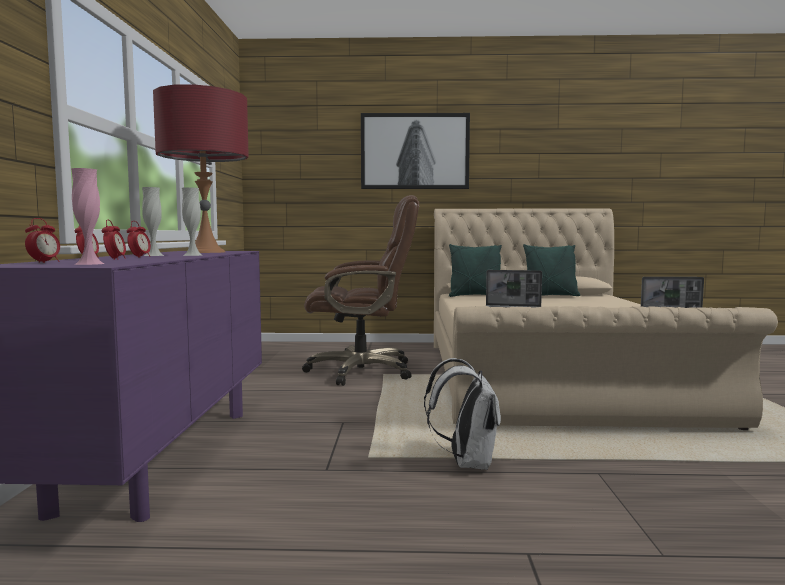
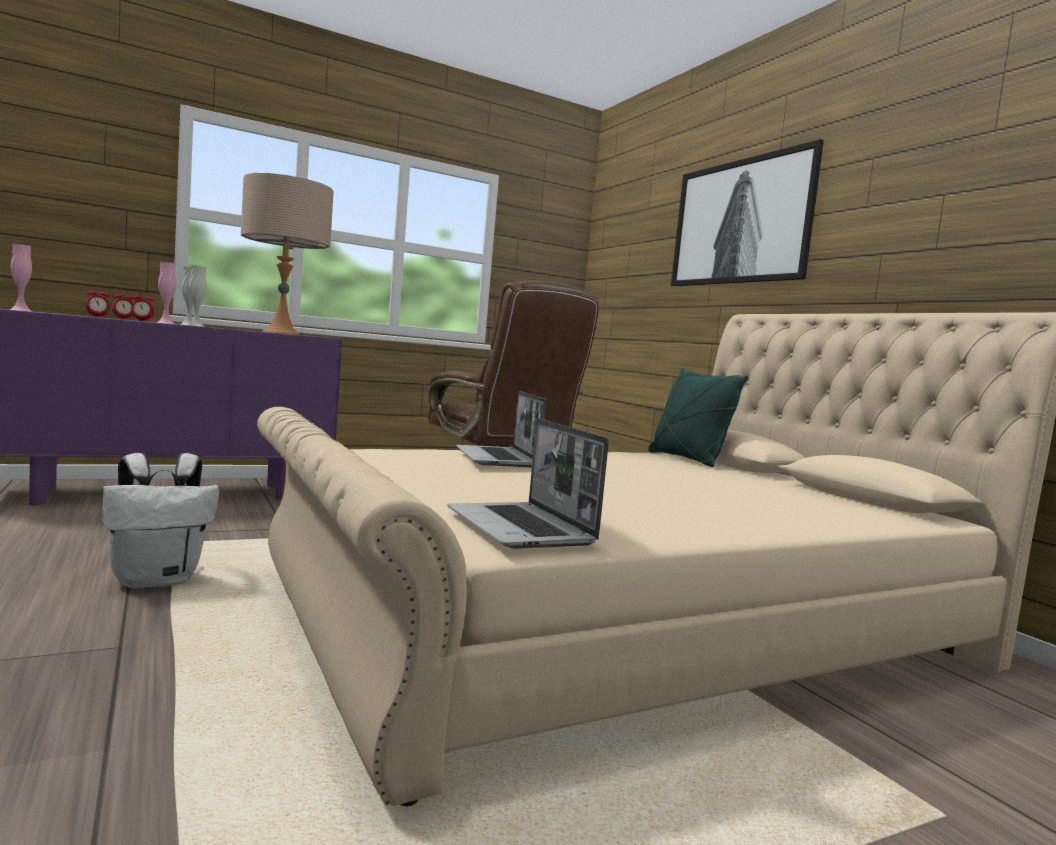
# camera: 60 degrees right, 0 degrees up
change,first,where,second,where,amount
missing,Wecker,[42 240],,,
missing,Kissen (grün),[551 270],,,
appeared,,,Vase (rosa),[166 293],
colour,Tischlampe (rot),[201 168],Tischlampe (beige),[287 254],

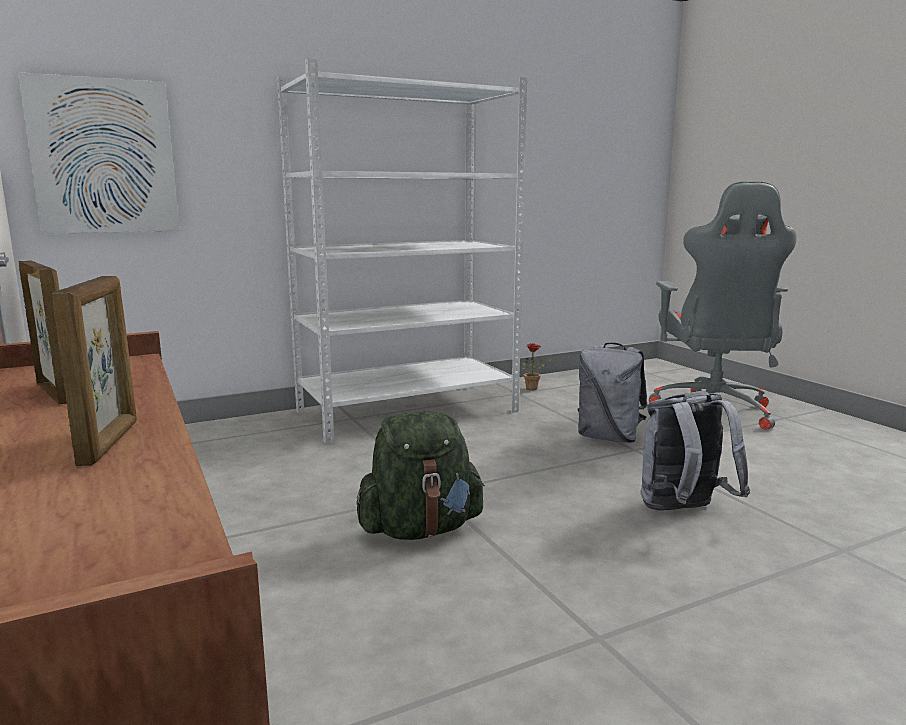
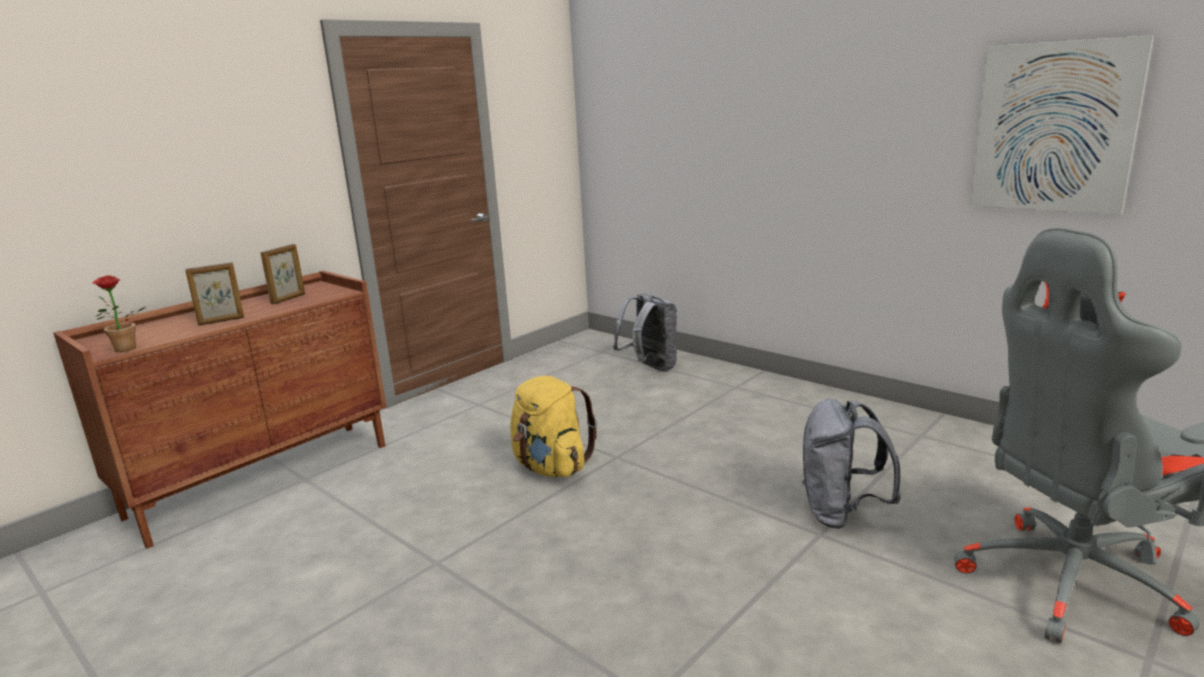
# camera: 70 degrees right, 5 degrees up
change,first,where,second,where,amount
missing,Bücherregal (weiß),[402 251],,,
relocated,Bild,[99 153],,[1062 125],
relocated,Topfpflanze,[537 367],,[119 313],
relocated,Rucksack (grau),[695 451],,[645 332],
colour,Rucksack (grün),[420 475],Rucksack (gelb),[553 426],

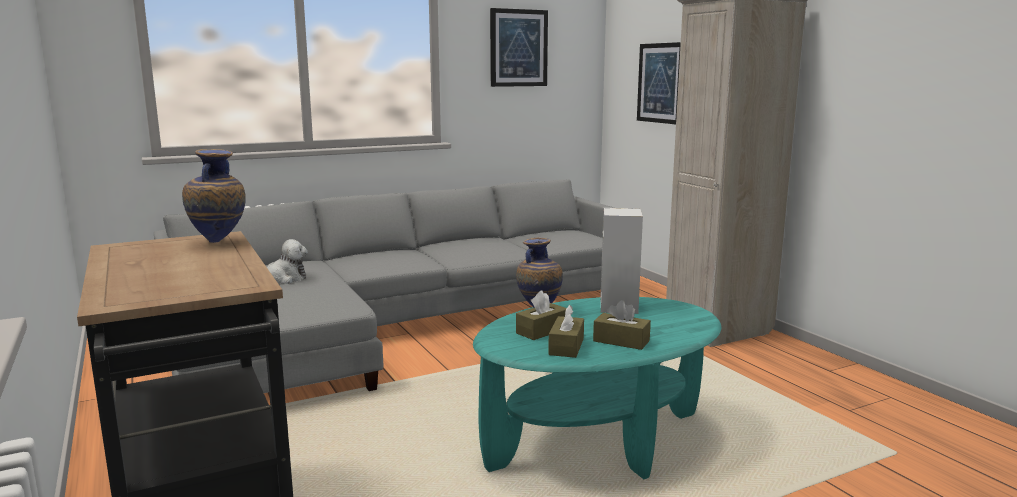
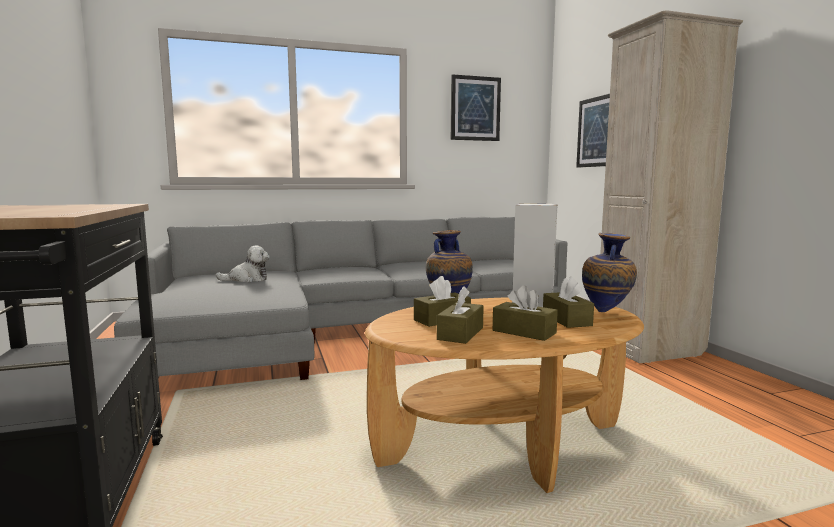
# camera: 10 degrees right, 5 degrees down
change,first,where,second,where,amount
appeared,,,Taschentuchbox (braun),[568 302],
relocated,Vase,[214 196],,[609 272],
colour,Couchtisch (türkis),[597 388],Couchtisch (braun),[504 395],

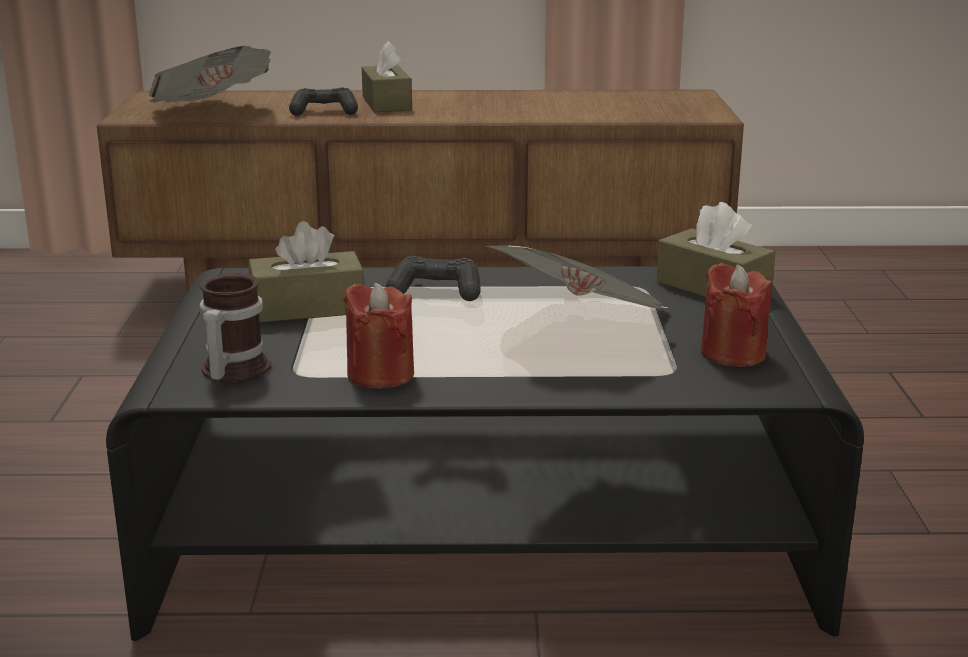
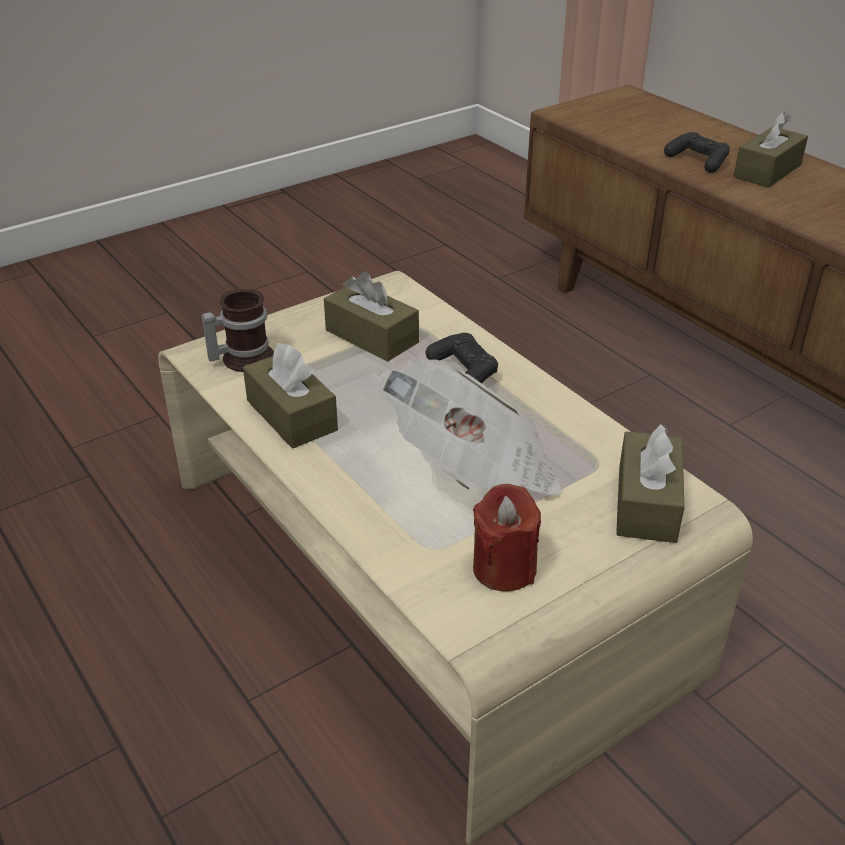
# camera: 55 degrees right, 15 degrees up
change,first,where,second,where,amount
missing,Zeitung,[210 74],,,
exchanged,Kerze (rot),[378 336],Taschentuchbox (braun),[290 395],
colour,Couchtisch (schwarz),[485 453],Couchtisch (beige),[455 558],

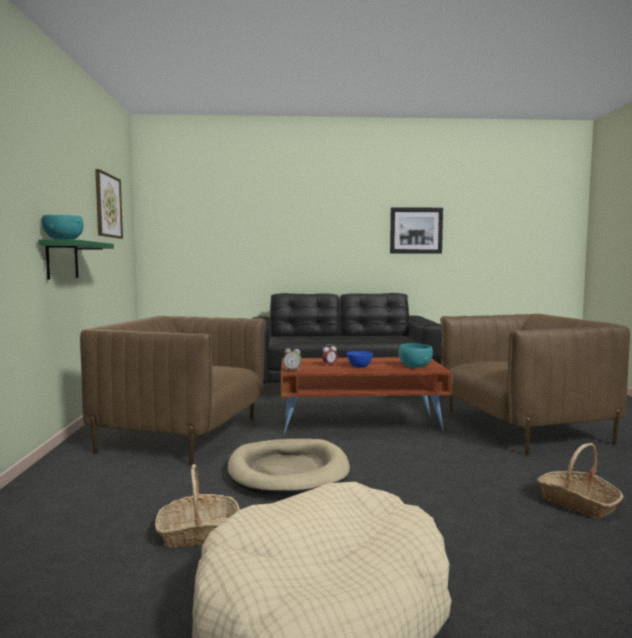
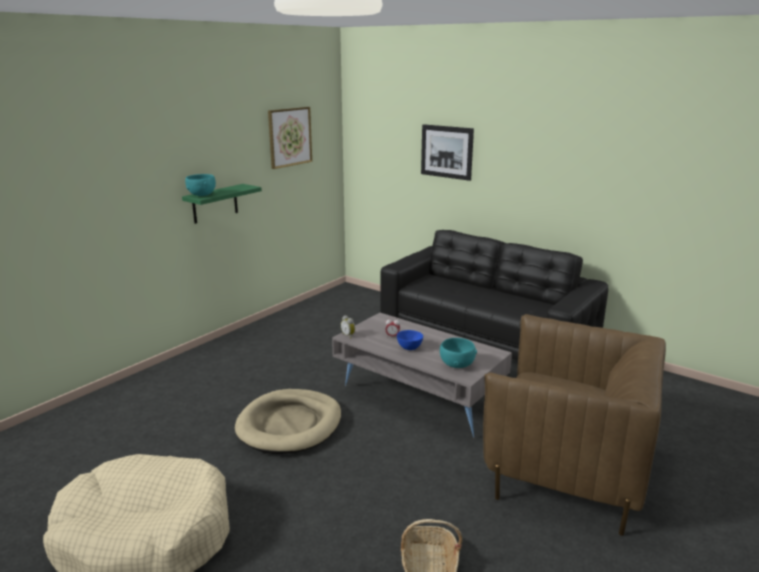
# camera: 40 degrees right, 15 degrees up
change,first,where,second,where,amount
missing,Sessel (braun),[172 390],,,
missing,Korb,[197 506],,,
relocated,Bild,[416 230],,[447 152],
colour,Couchtisch (braun),[367 395],Couchtisch (grau),[422 375],

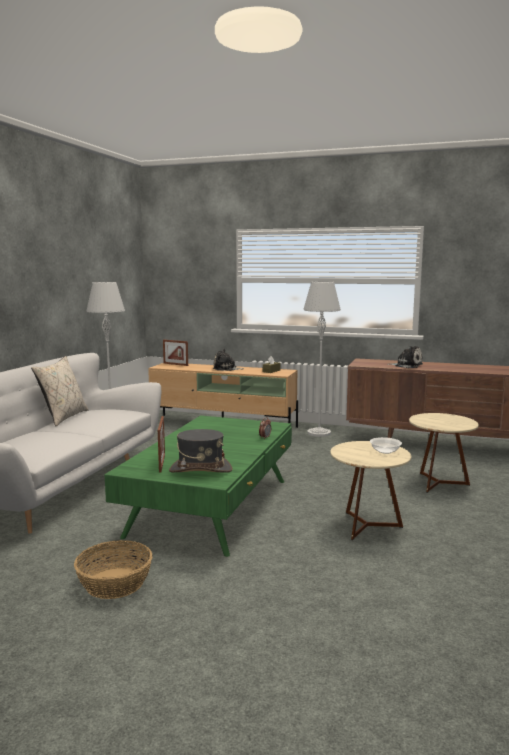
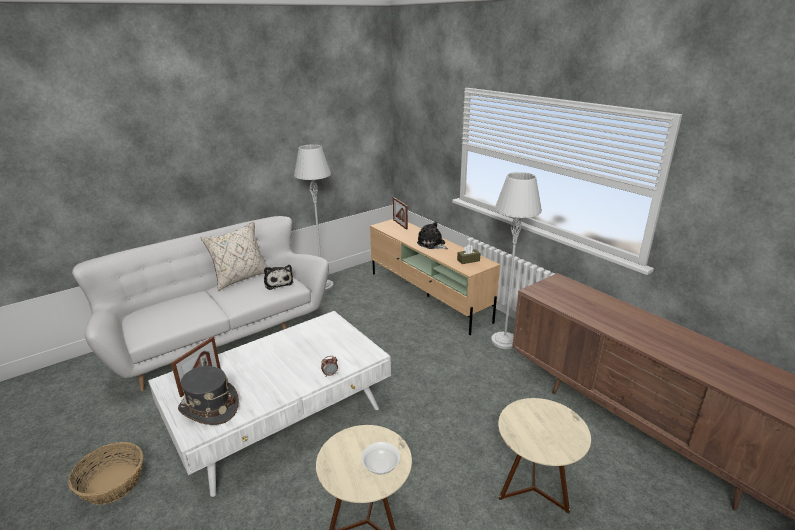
# camera: 35 degrees right, 15 degrees up
change,first,where,second,where,amount
relocated,Plüschtier,[405 357],,[279 277],
colour,Couchtisch (grün),[198 486],Couchtisch (weiß),[269 404],

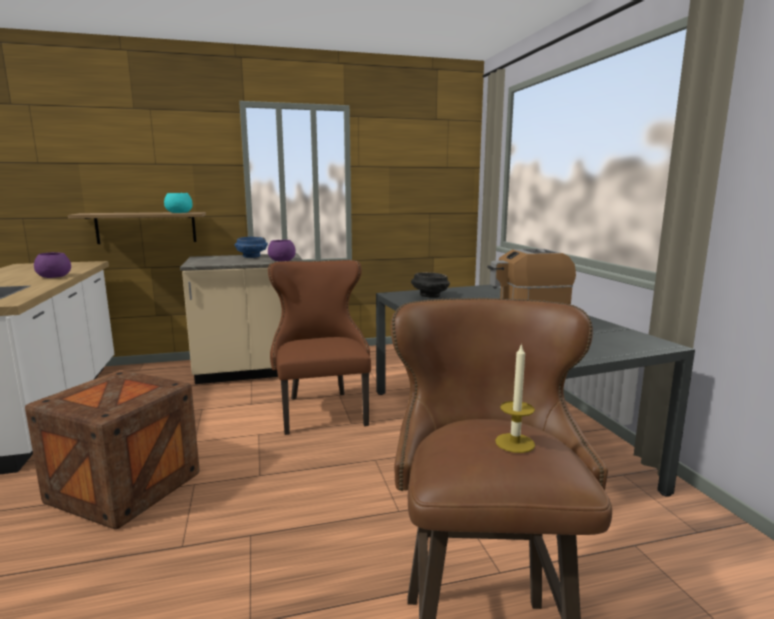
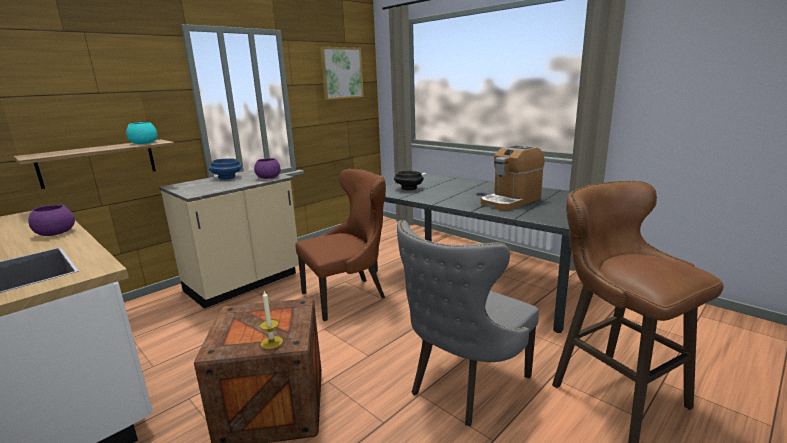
# camera: 30 degrees left, 5 degrees up
change,first,where,second,where,amount
appeared,,,Bild,[342 73],
appeared,,,Stuhl (grau),[468 323],
relocated,Kerze,[515 398],,[271 320],
spun,Stuhl (braun),[319 347],,[341 245],105 degrees clockwise

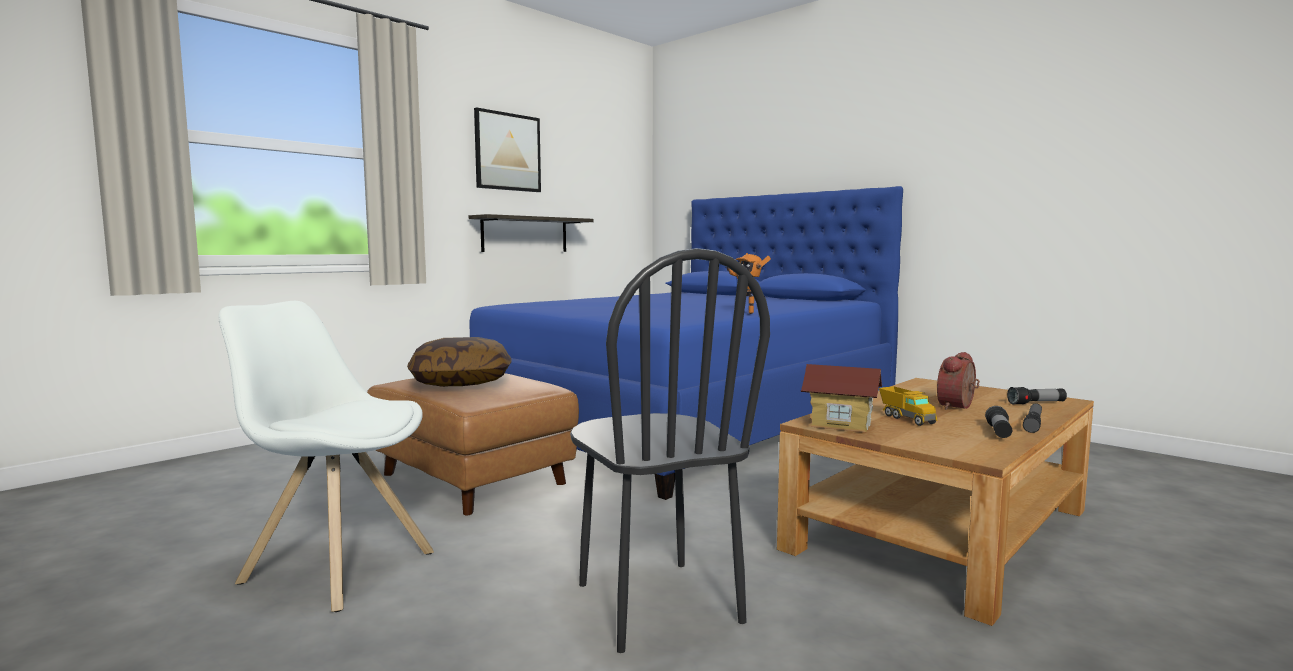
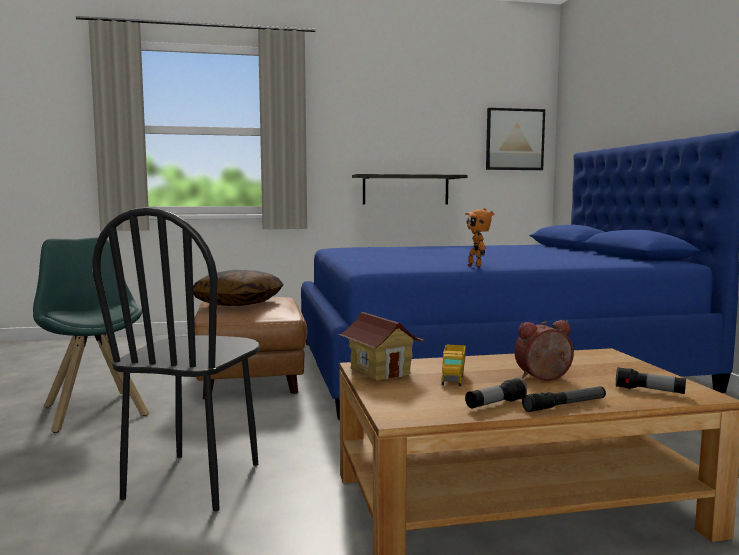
# camera: 35 degrees right, 0 degrees up
change,first,where,second,where,amount
relocated,Bild,[507 149],,[515 139],
colour,Stuhl (weiß),[326 456],Stuhl (türkis),[91 335],

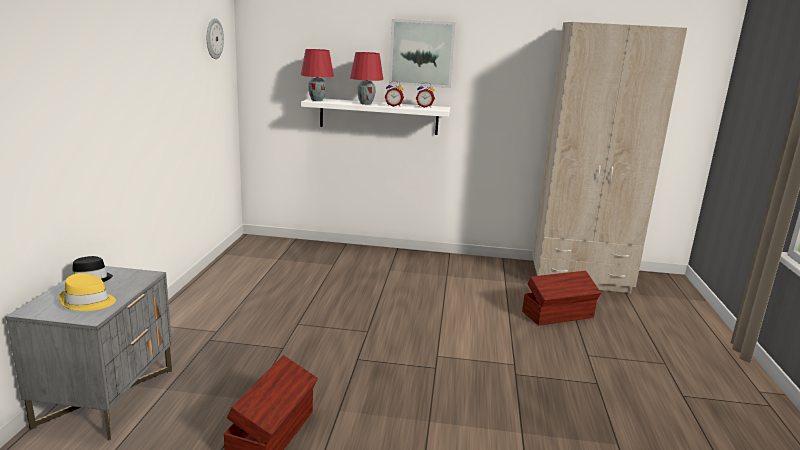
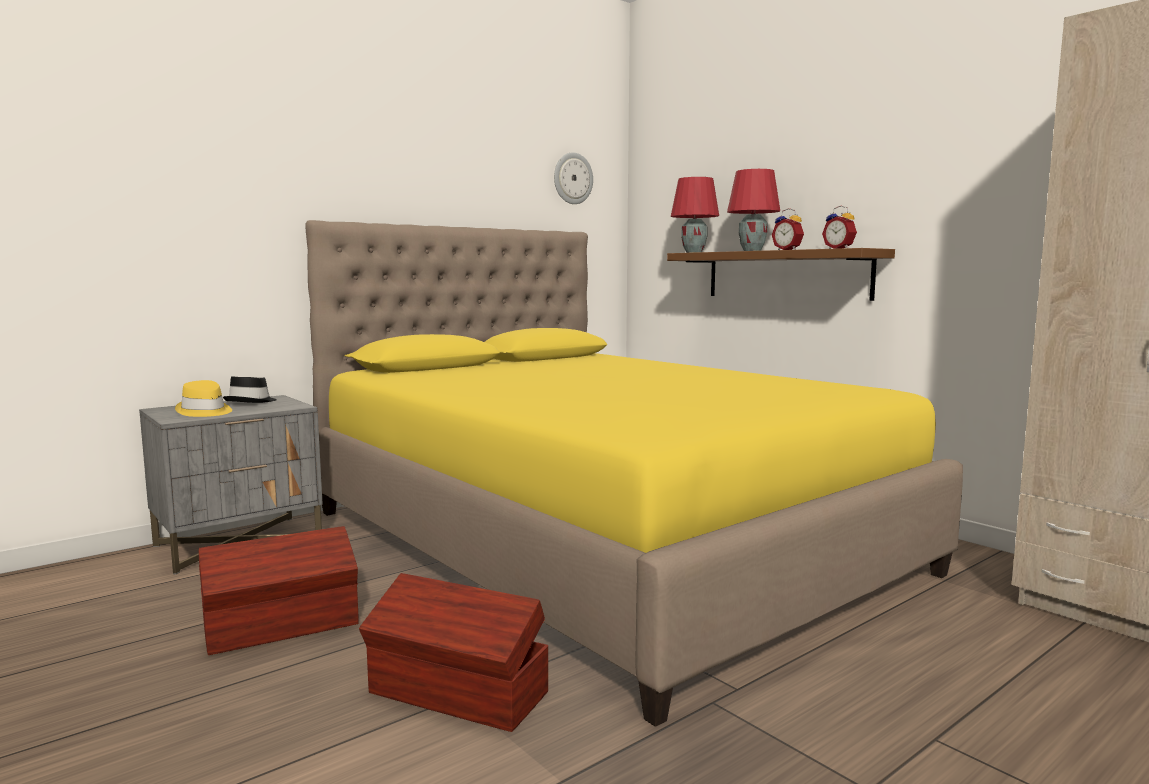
# camera: 45 degrees right, 10 degrees down
change,first,where,second,where,amount
missing,Bild,[422 53],,,
appeared,,,Bett (gelb),[634 473],
relocated,Aufbewahrungsbox (braun),[561 298],,[453 652],
colour,Wandregal (weiß),[375 116],Wandregal (braun),[781 274],

